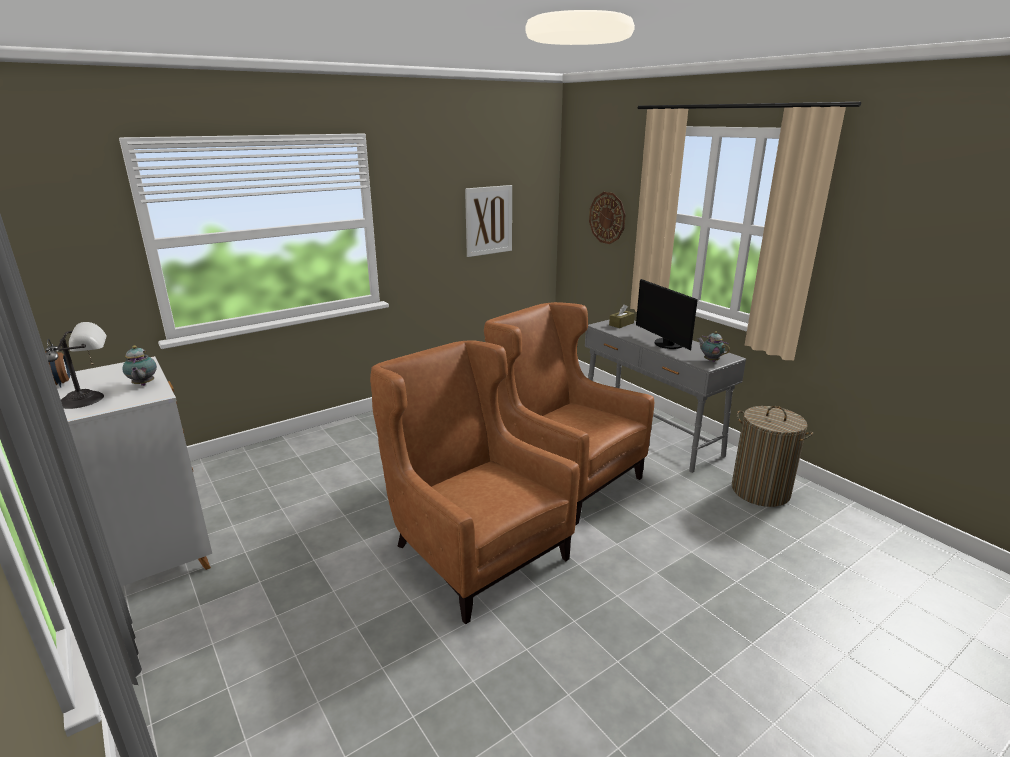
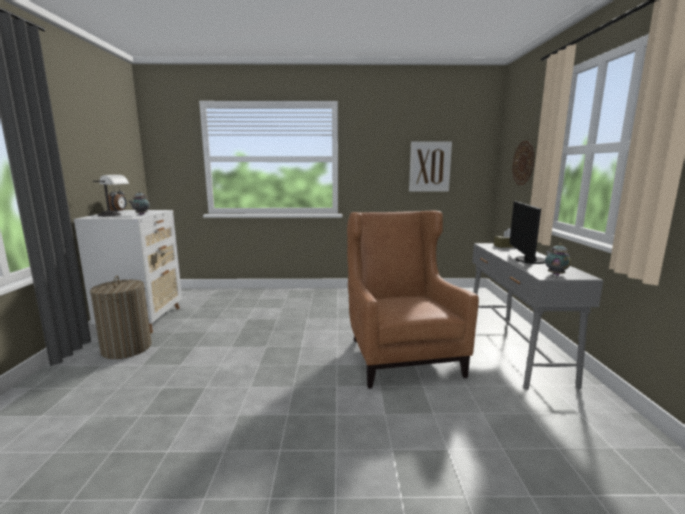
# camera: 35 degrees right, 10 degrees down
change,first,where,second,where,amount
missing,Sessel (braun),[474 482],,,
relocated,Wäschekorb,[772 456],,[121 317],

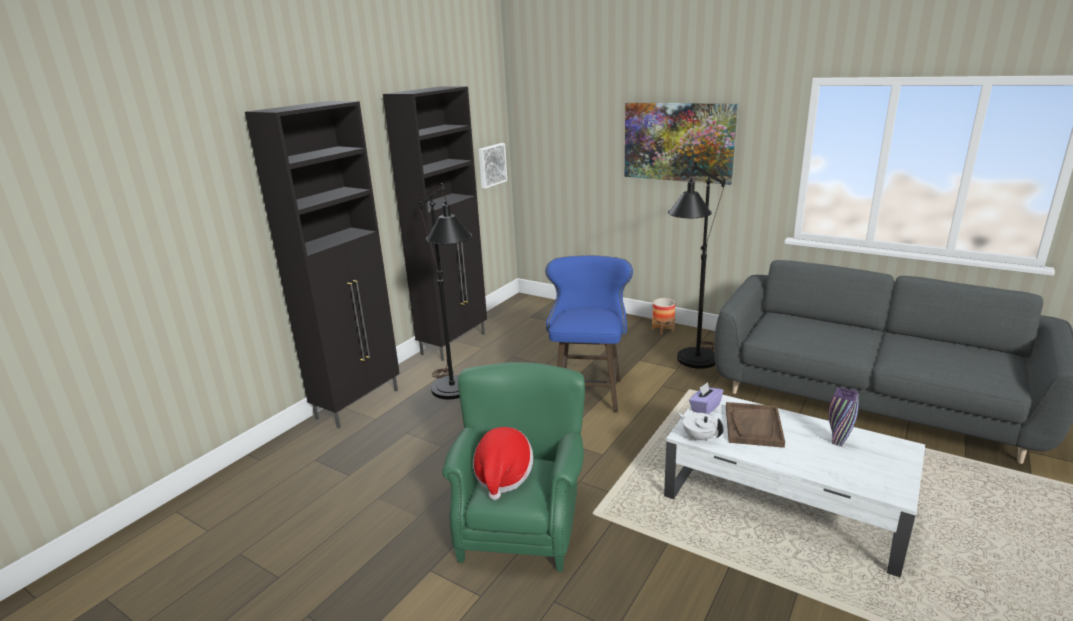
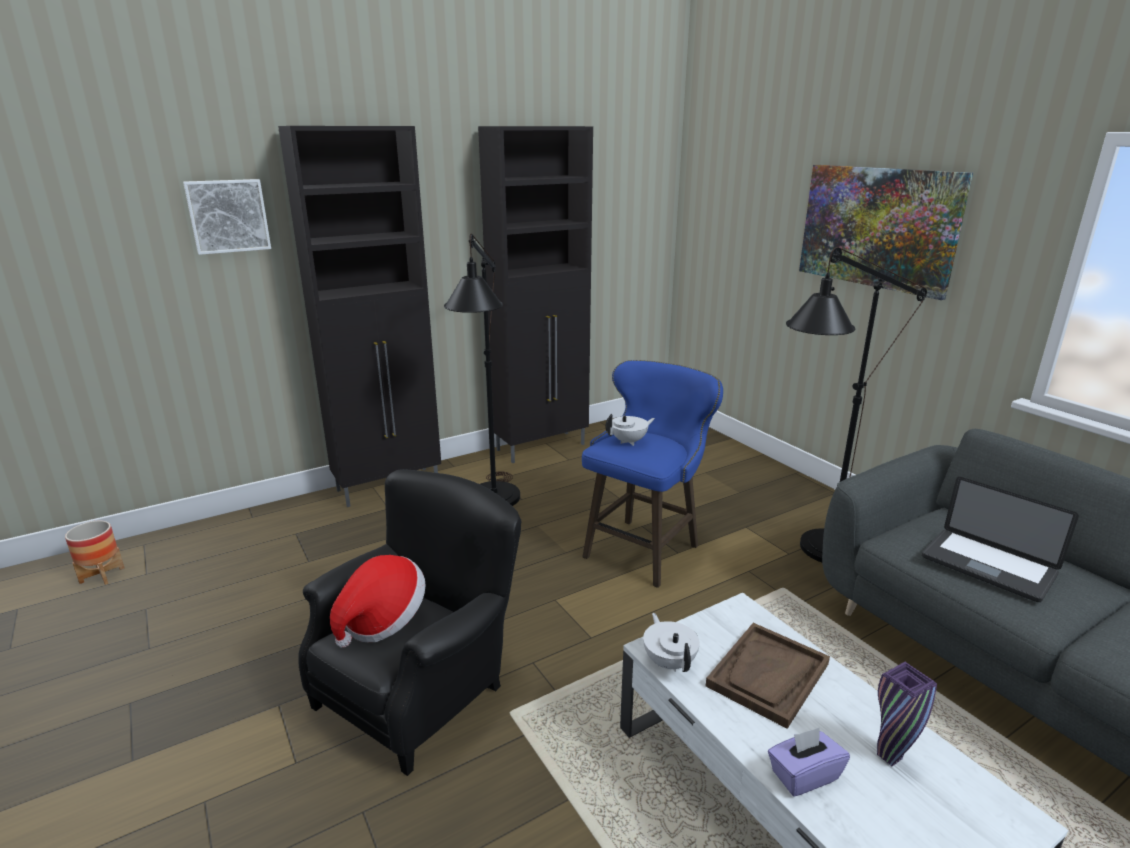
# camera: 25 degrees right, 0 degrees up
change,first,where,second,where,amount
appeared,,,Teekanne (weiß),[630 430],
appeared,,,Laptop,[1000 539],
relocated,Bild,[493 166],,[227 217],
relocated,Pflanzkübel,[663 316],,[95 553],
relocated,Taschentuchbox (lila),[706 398],,[809 762],
colour,Sessel (grün),[513 467],Sessel (schwarz),[410 622],

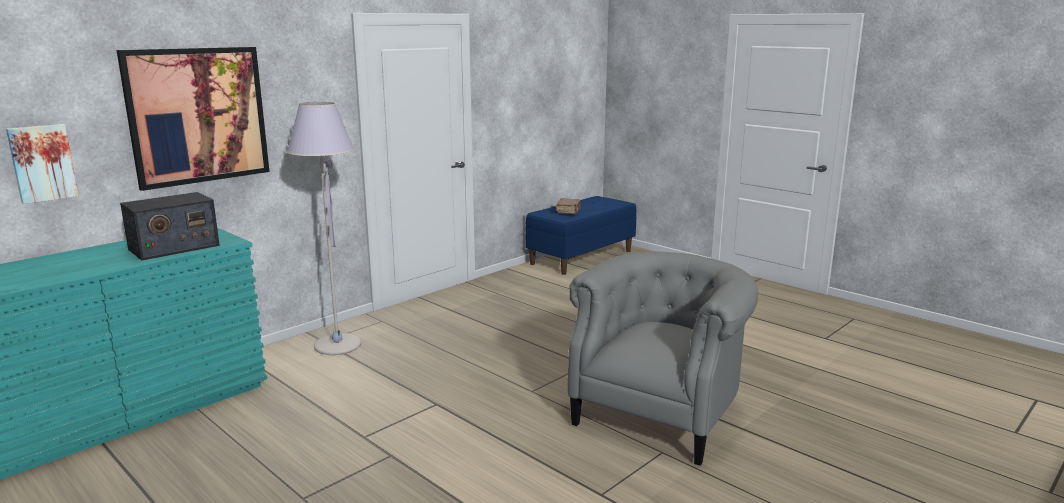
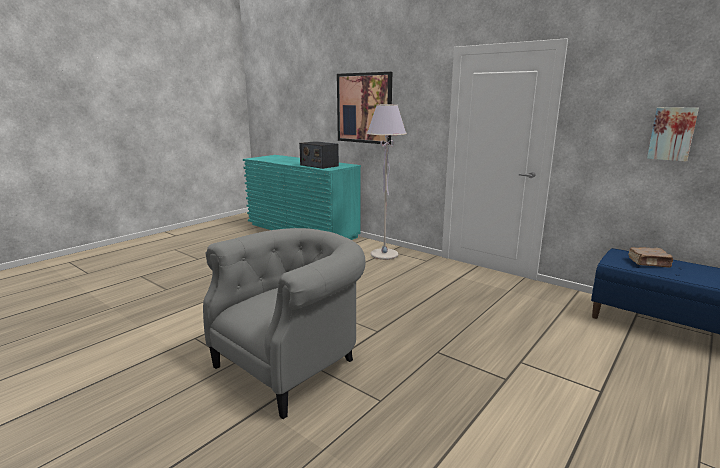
# camera: 85 degrees right, 0 degrees up
change,first,where,second,where,amount
relocated,Bild,[42 164],,[673 134],
spun,Sessel (grau),[663 358],,[284 323],75 degrees counterclockwise

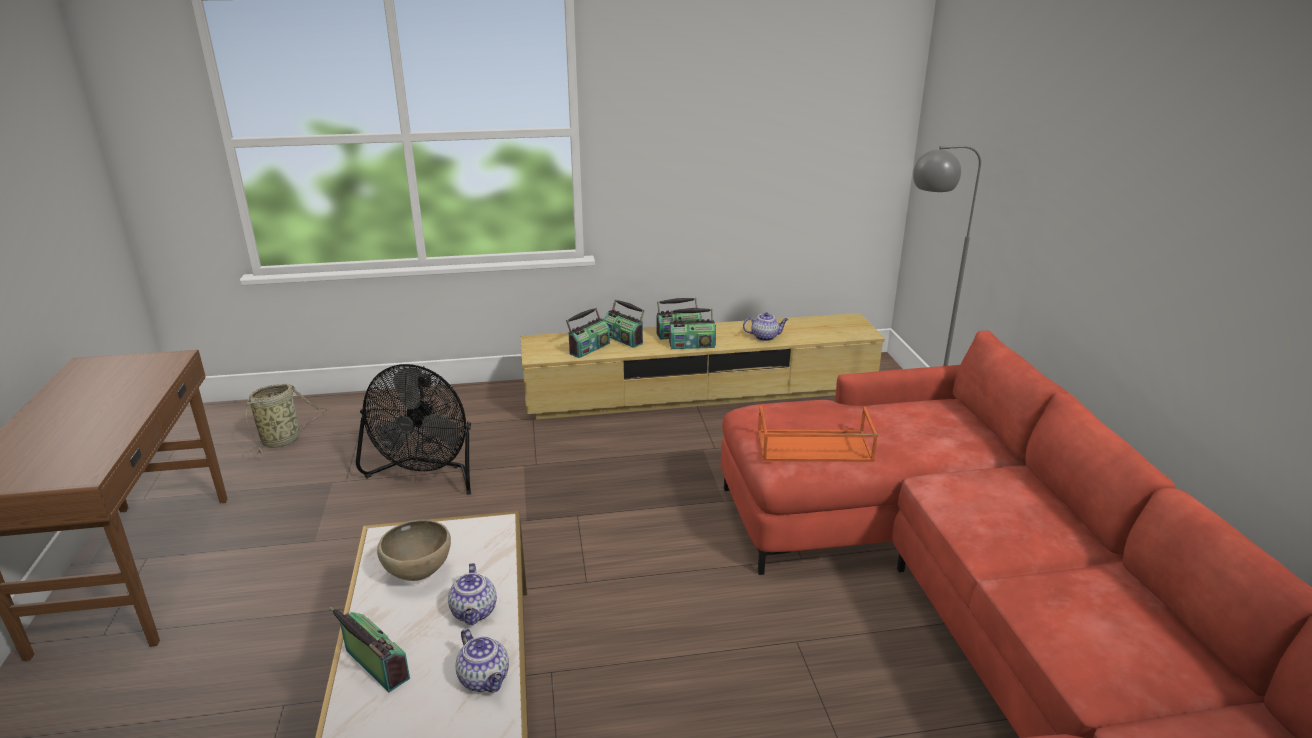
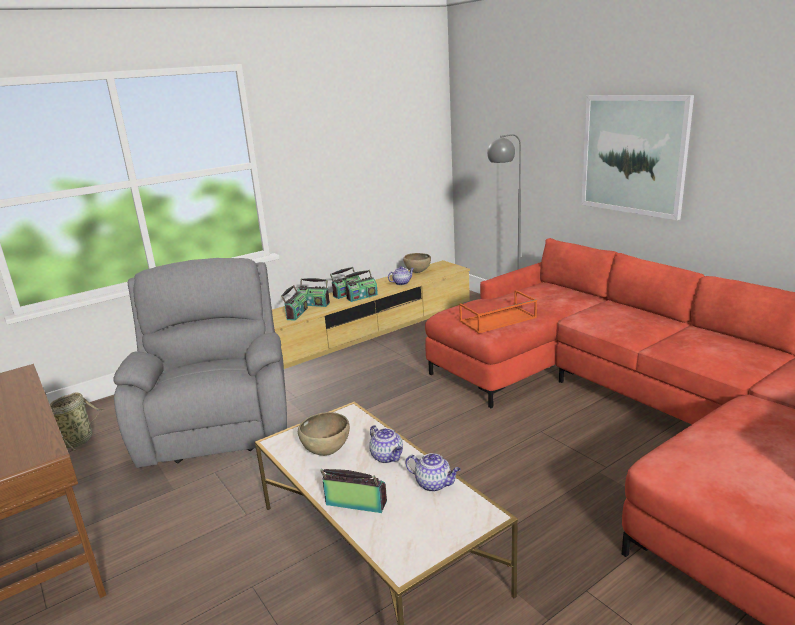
# camera: 25 degrees left, 5 degrees down
change,first,where,second,where,amount
appeared,,,Schüssel (braun),[417 263],
appeared,,,Bild,[637 157],
exchanged,Ventilator (schwarz),[413 429],Sessel (grau),[200 363],

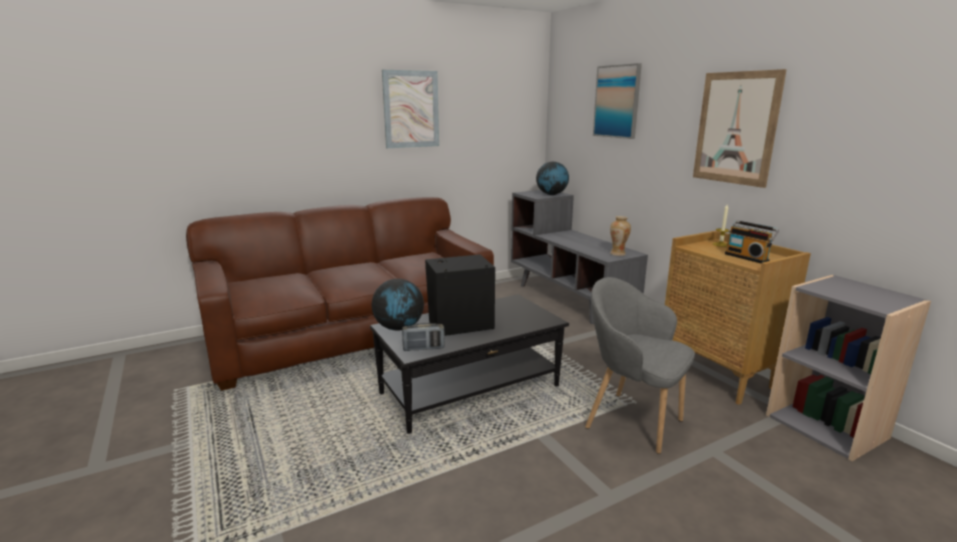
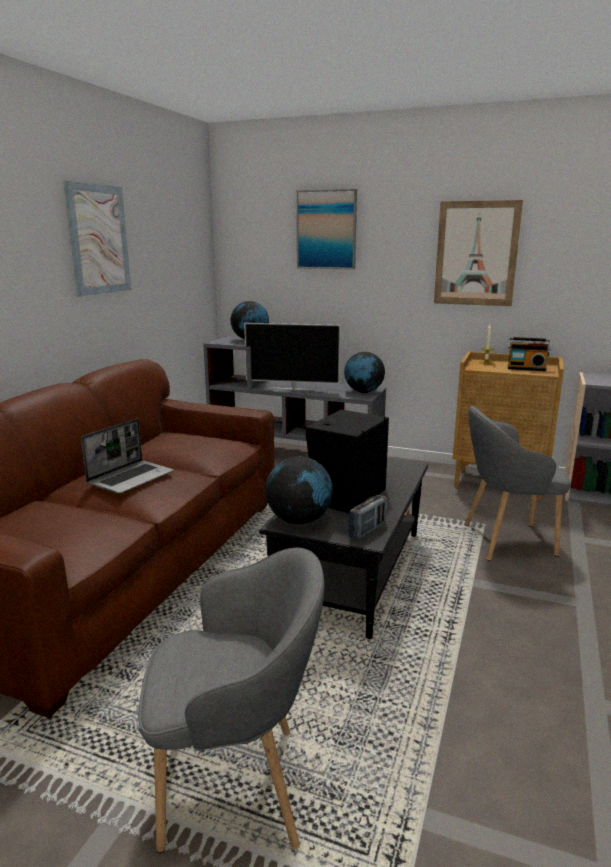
# camera: 40 degrees left, 0 degrees up
change,first,where,second,where,amount
appeared,,,Laptop,[127 456],
appeared,,,Sessel (grau),[231 700],
appeared,,,Fernseher,[292 356],
exchanged,Vase,[620 236],Globus,[364 372],

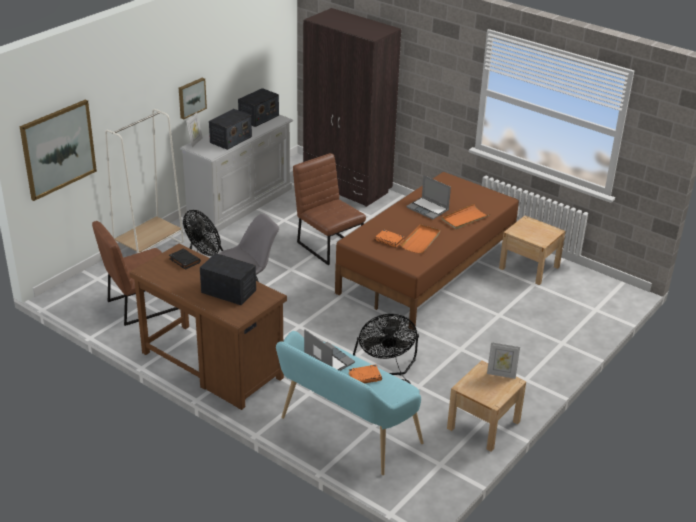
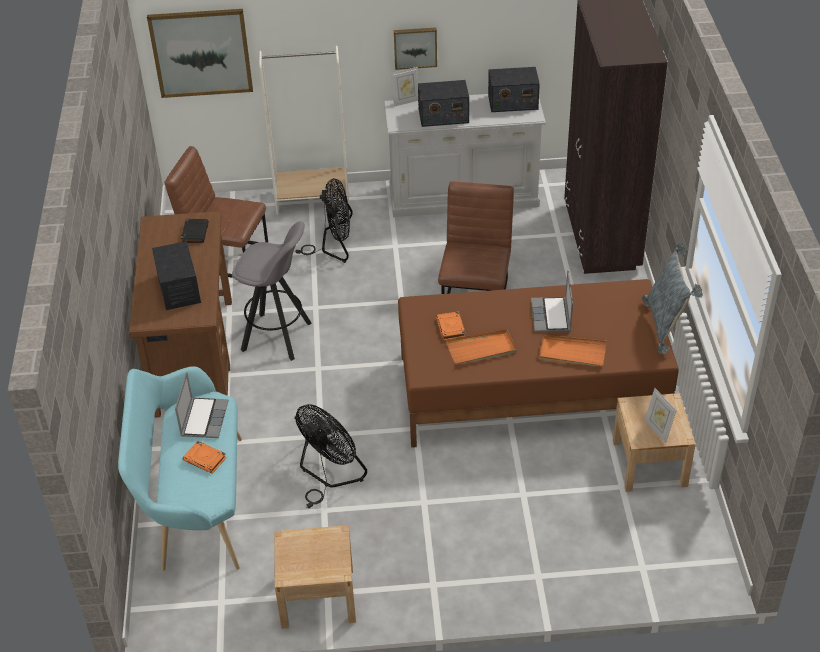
# camera: 50 degrees right, 10 degrees up
change,first,where,second,where,amount
appeared,,,Kissen,[672 297],
relocated,Bilderrahmen,[503 360],,[660 415],

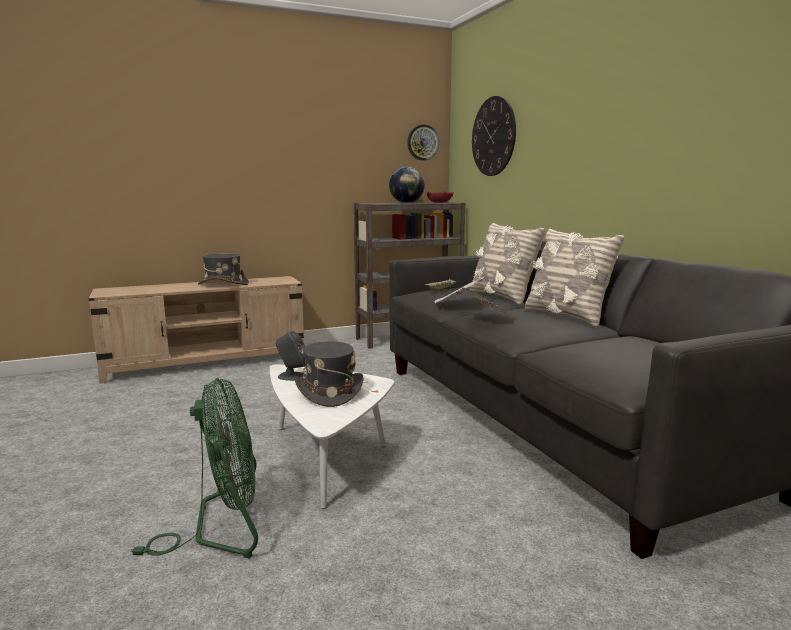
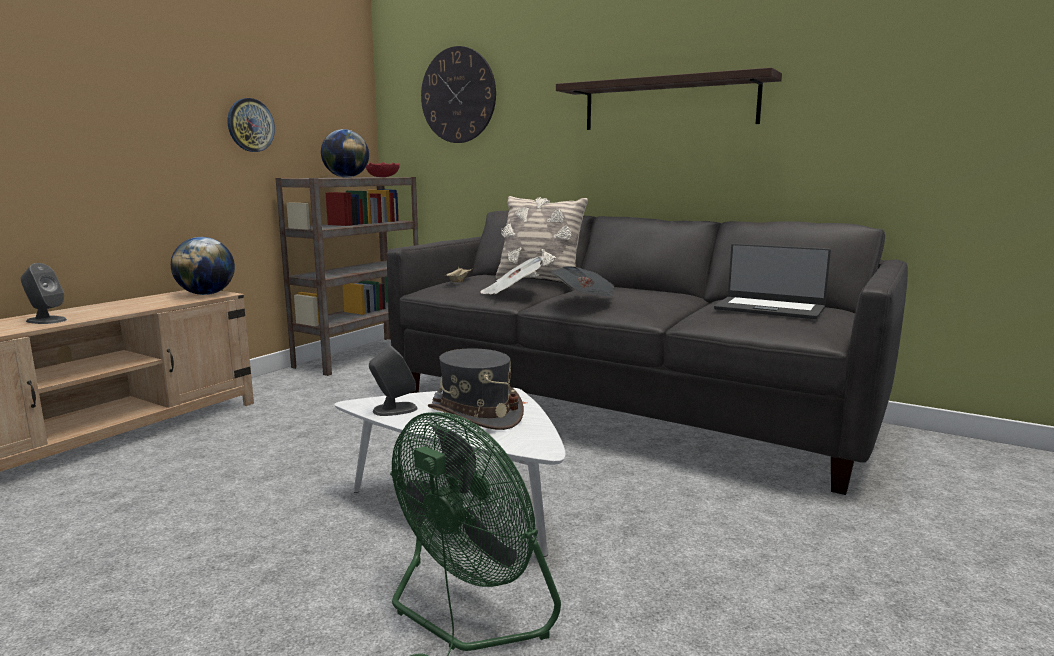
# camera: 35 degrees left, 0 degrees up
change,first,where,second,where,amount
missing,Hut (grau),[223 269],,,
missing,Kissen (beige),[574 278],,,
appeared,,,Lautsprecher (grau),[44 293],
appeared,,,Globus,[203 266],
appeared,,,Wandregal,[669 98],
appeared,,,Laptop,[772 281],
relocated,Wanduhr,[423 142],,[251 125],

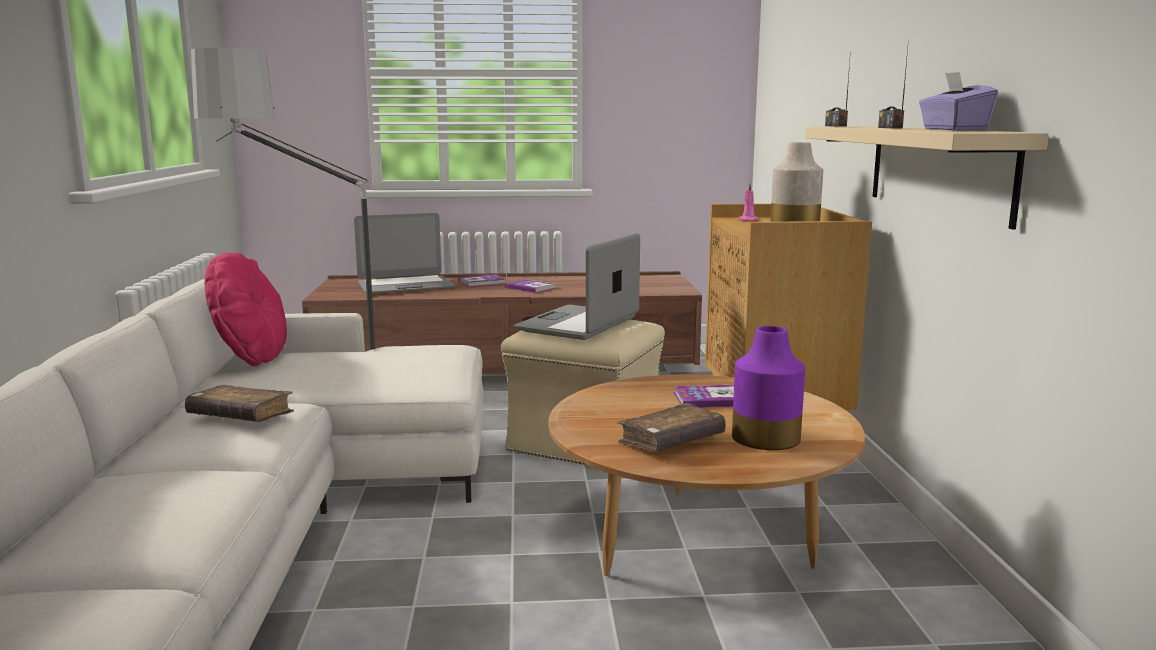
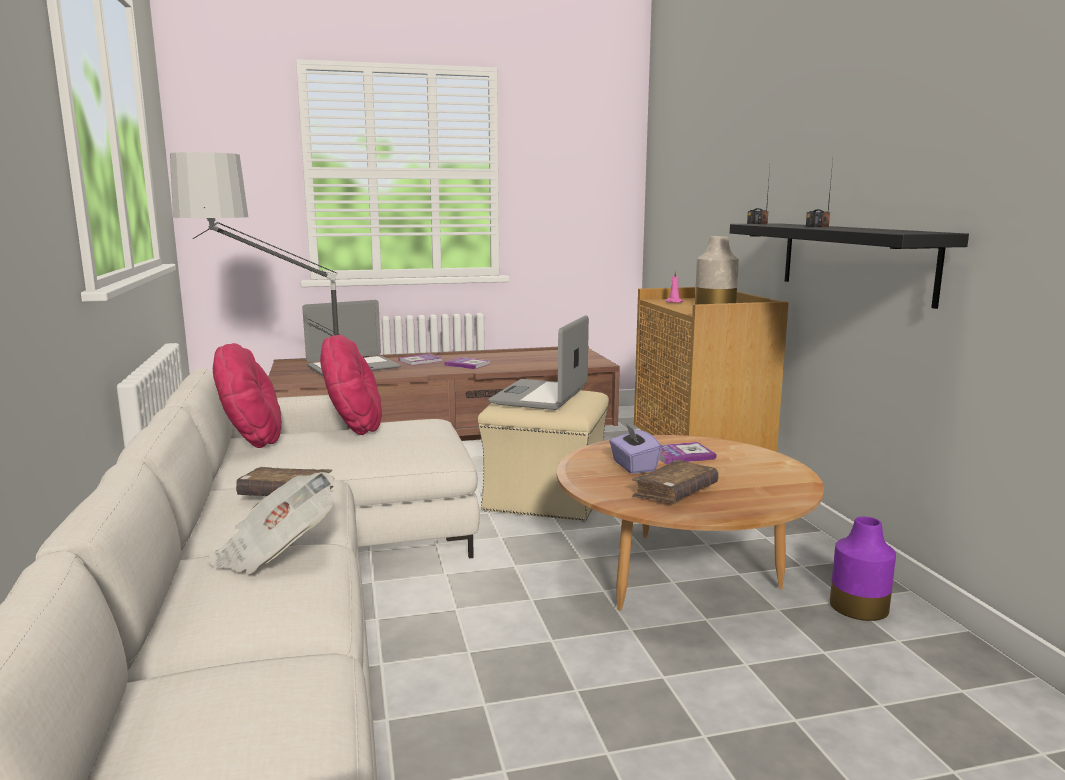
# camera: 10 degrees left, 0 degrees up
change,first,where,second,where,amount
appeared,,,Zeitung,[271 523],
appeared,,,Kissen (rosa),[351 385],
relocated,Vase (lila),[768 388],,[863 569],
relocated,Taschentuchbox (lila),[958 101],,[635 449],
colour,Wandregal (beige),[927 178],Wandregal (schwarz),[849 266],

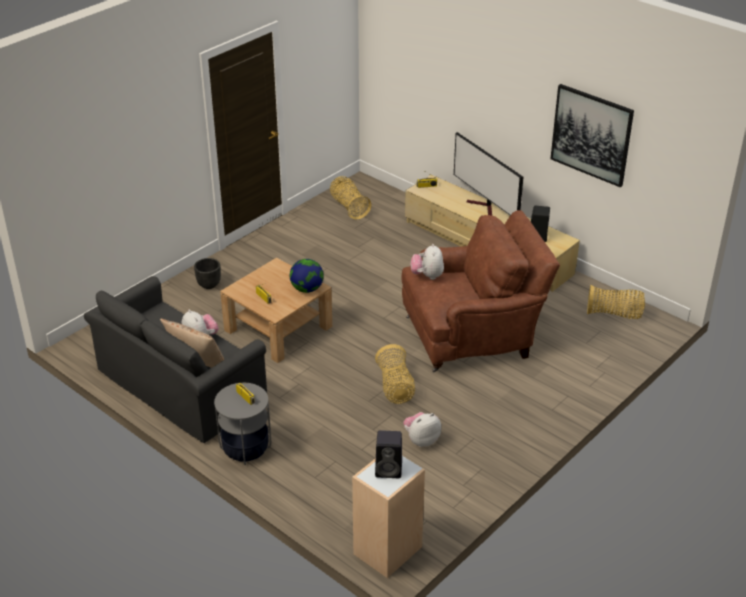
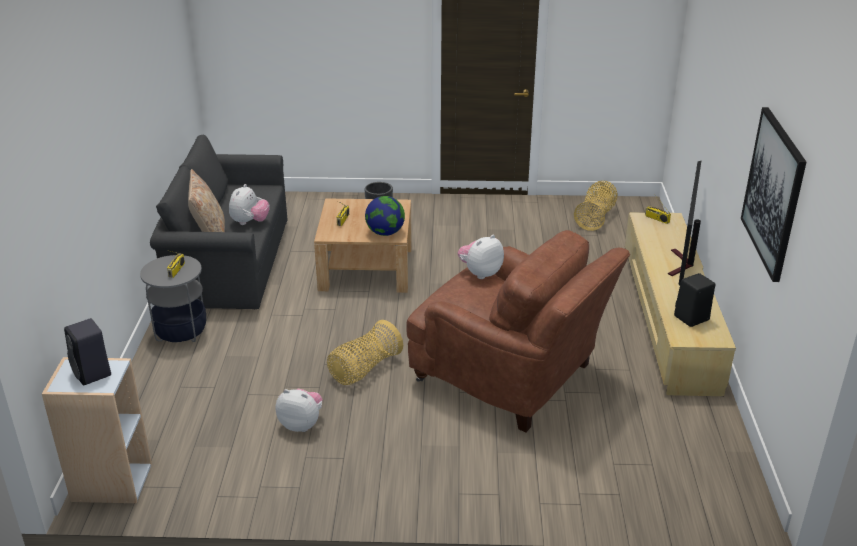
# camera: 50 degrees right, 5 degrees down
change,first,where,second,where,amount
missing,Korb,[616 302],,,

